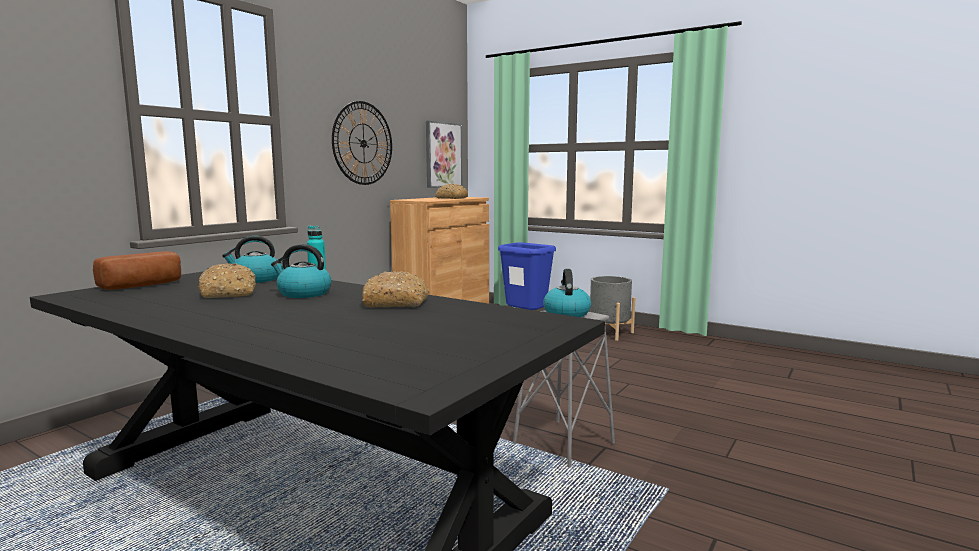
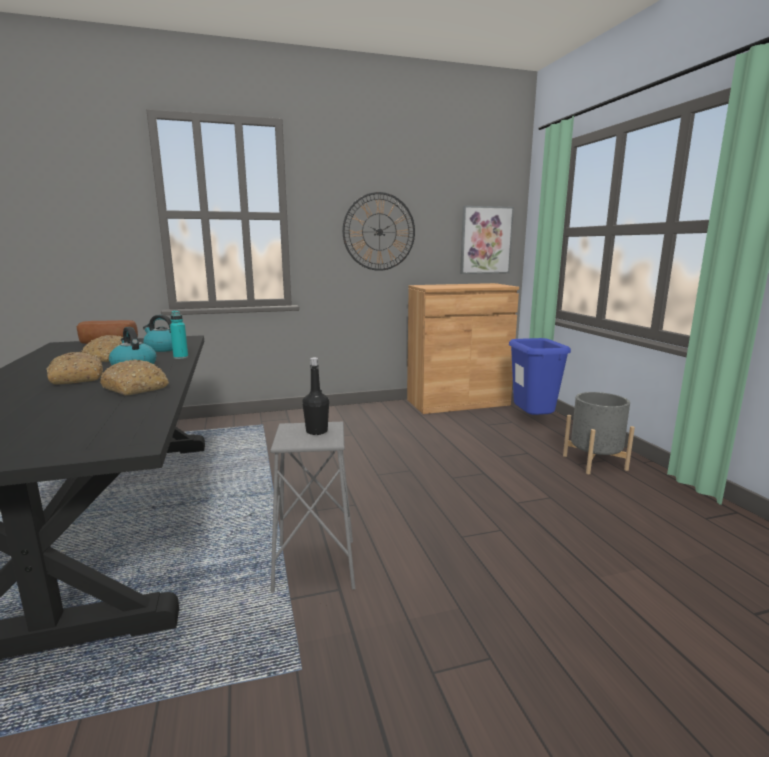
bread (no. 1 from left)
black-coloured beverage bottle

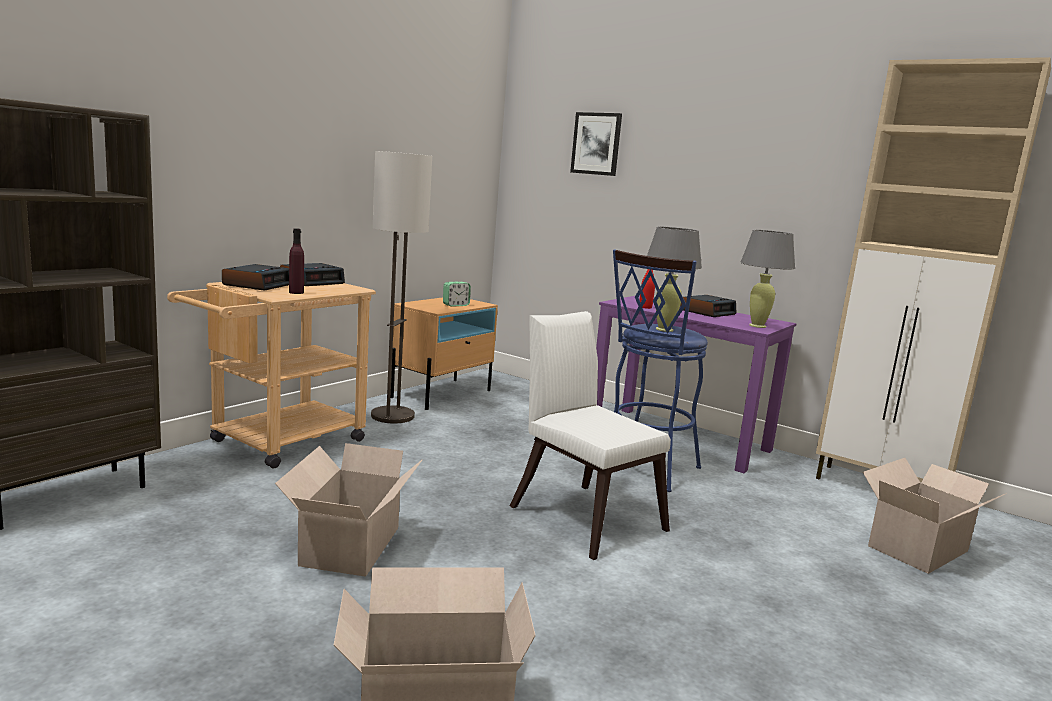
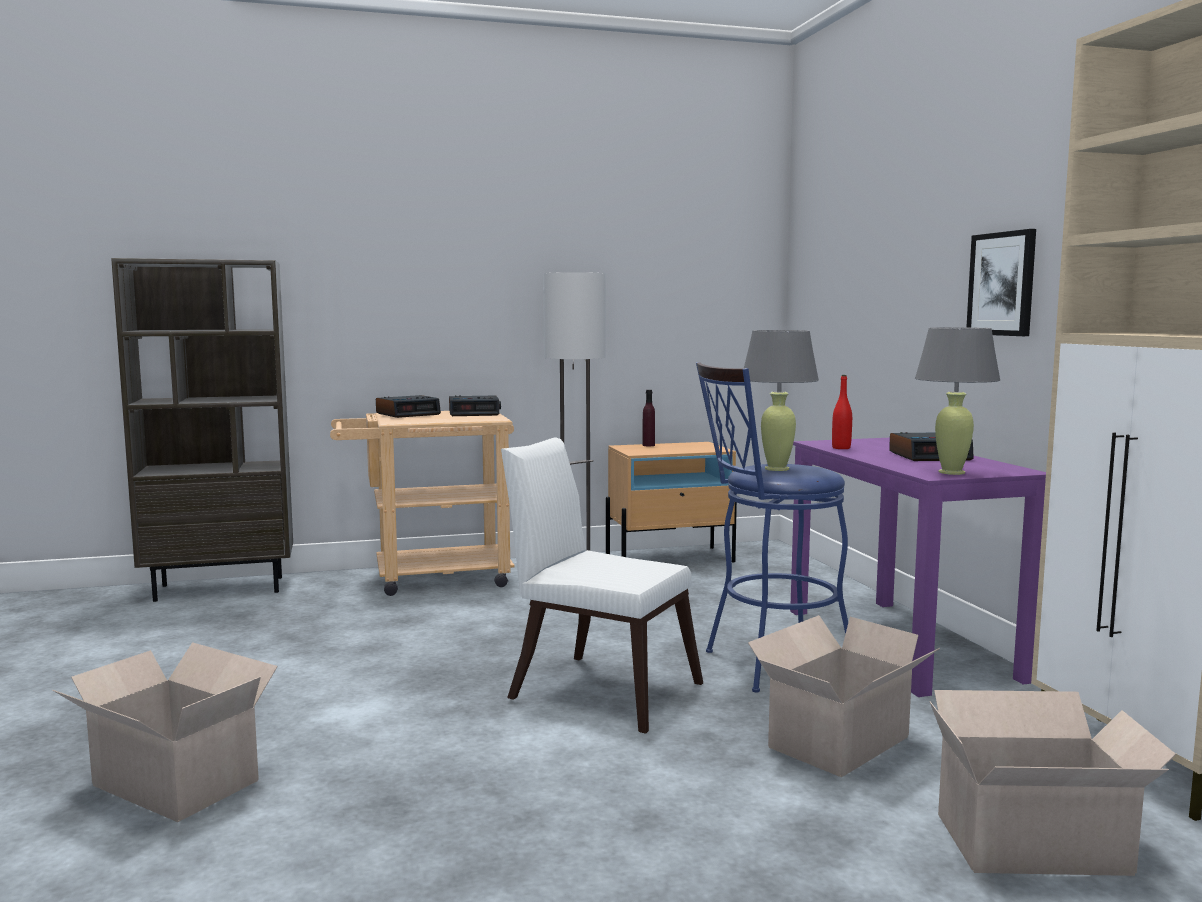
bedside clock (no. 3 from left in the first image)
cardboard box (no. 2 from left)
purple-coloured beverage bottle
wall picture
white plain chair

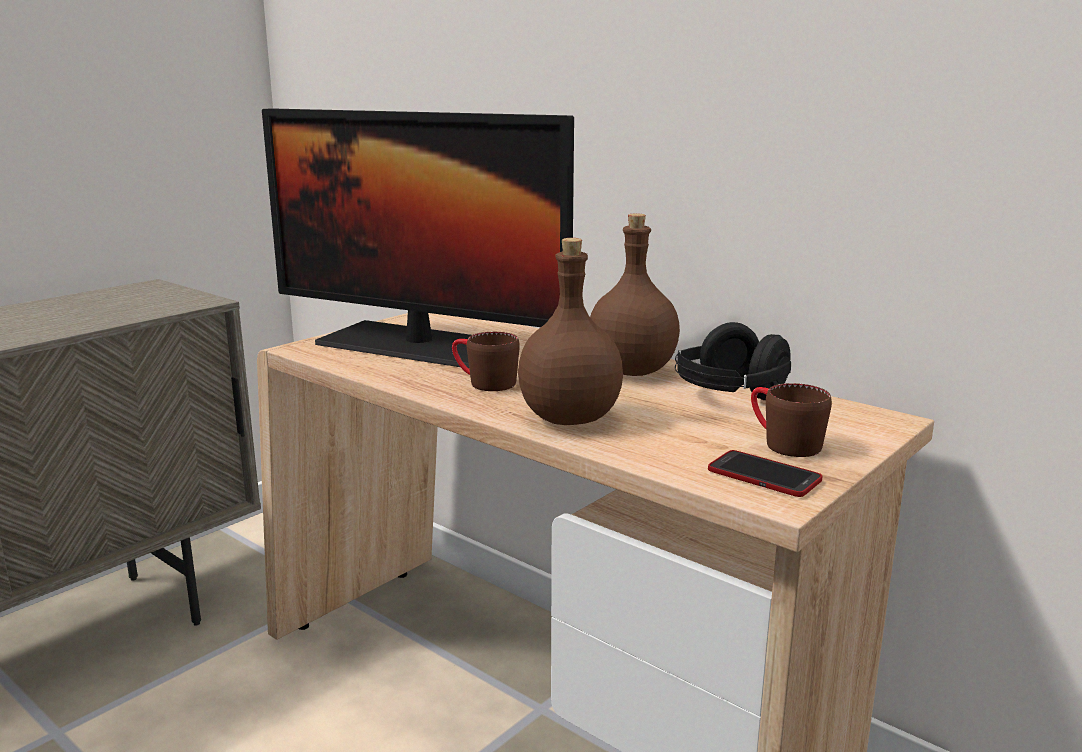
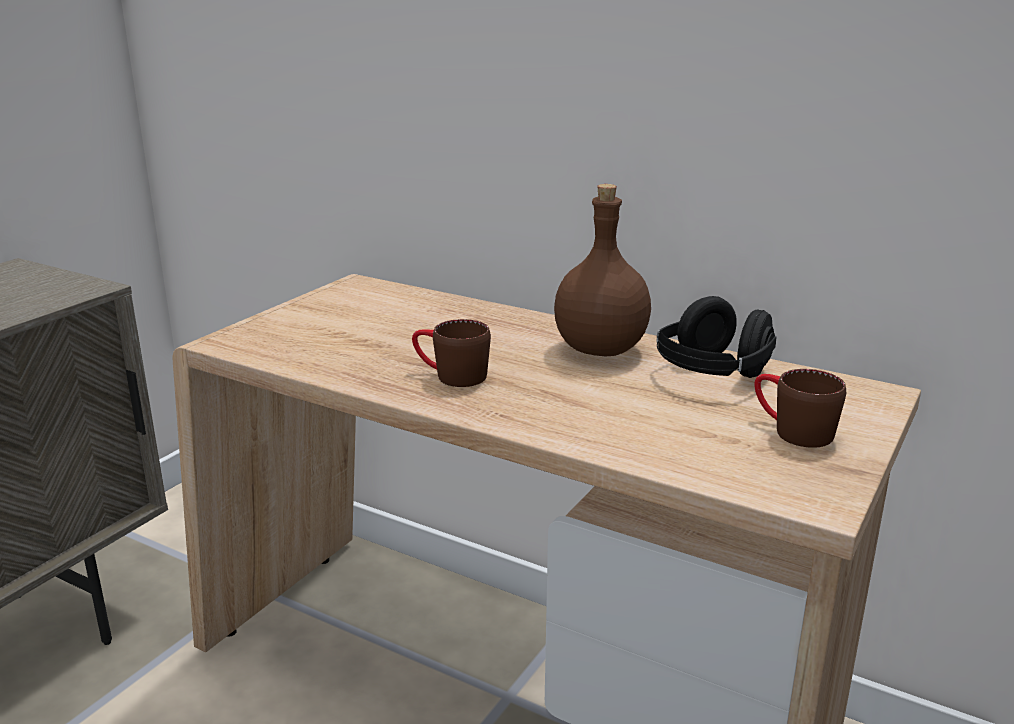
monitor
brown beverage bottle (no. 1 from left in the first image)
handset

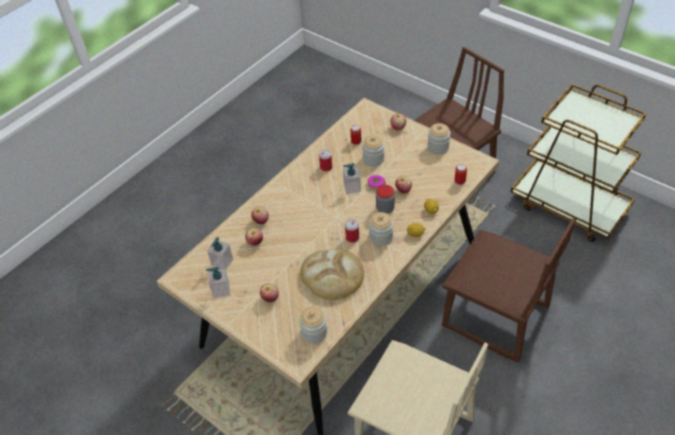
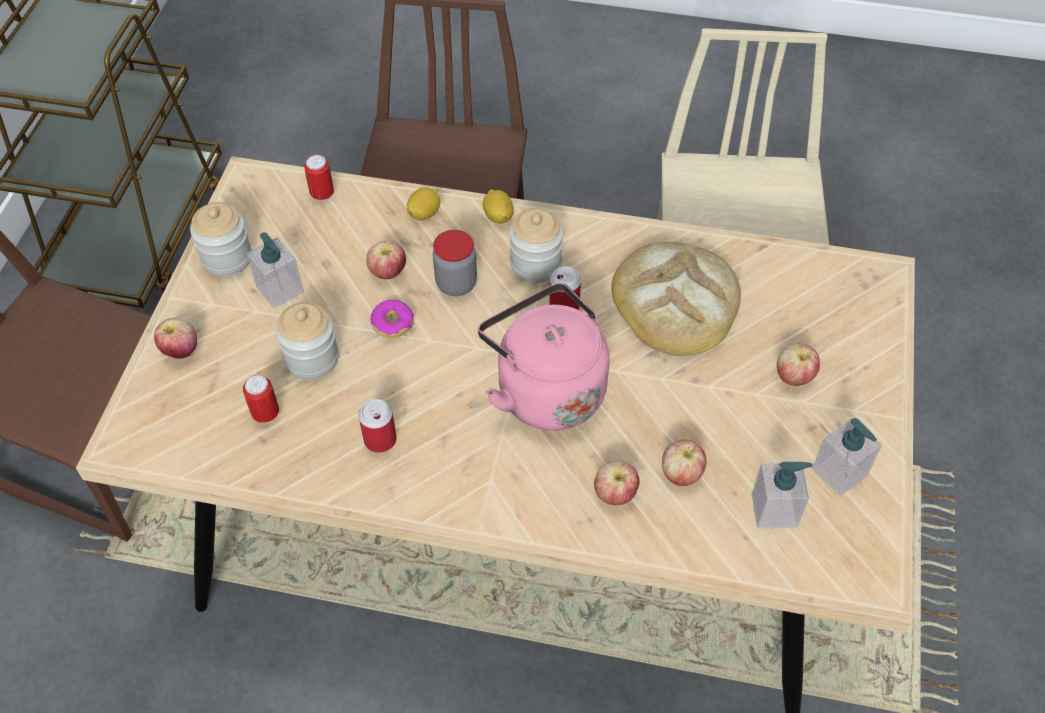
preserve jar (no. 1 from left in the first image)
pink-coloured water kettle
liquid soap bottle (no. 1 from left)

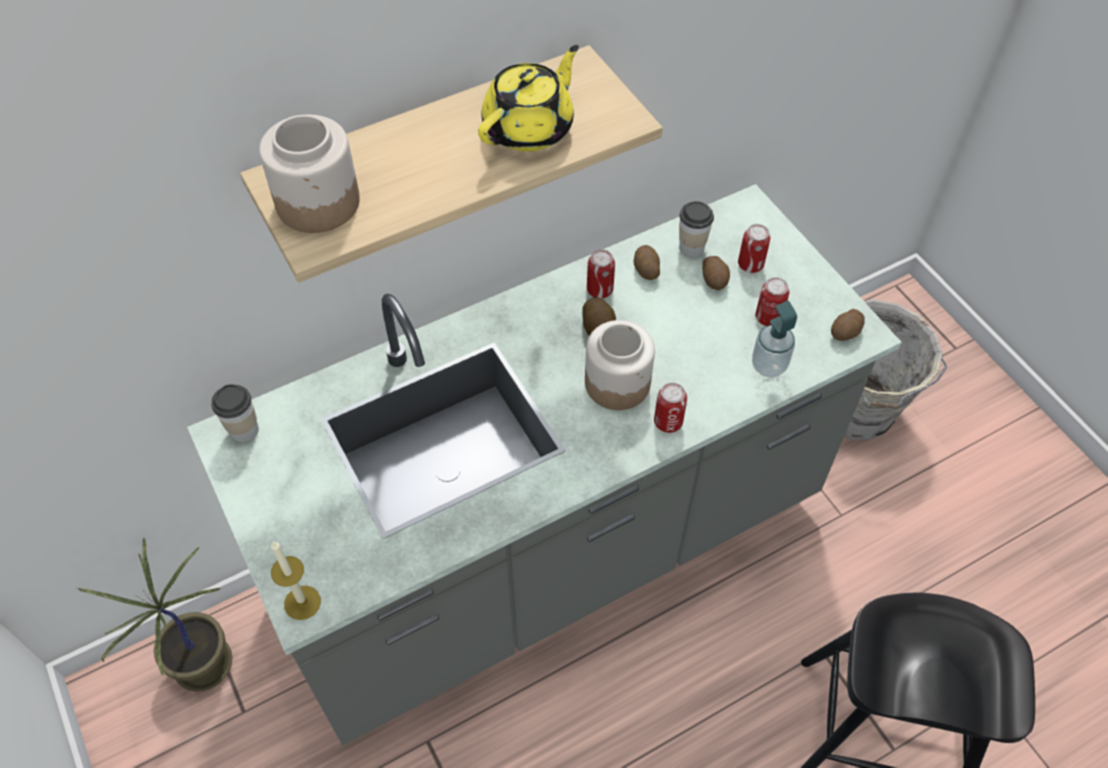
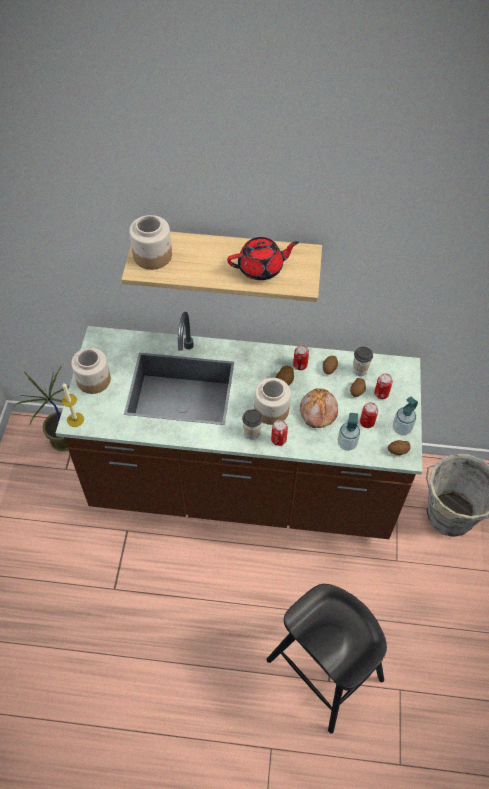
preserve jar (no. 1 from left)
bread
liquid soap bottle (no. 2 from left)
drinking cup (no. 1 from left)
brown kitchen base unit
red-coloured pot for tea

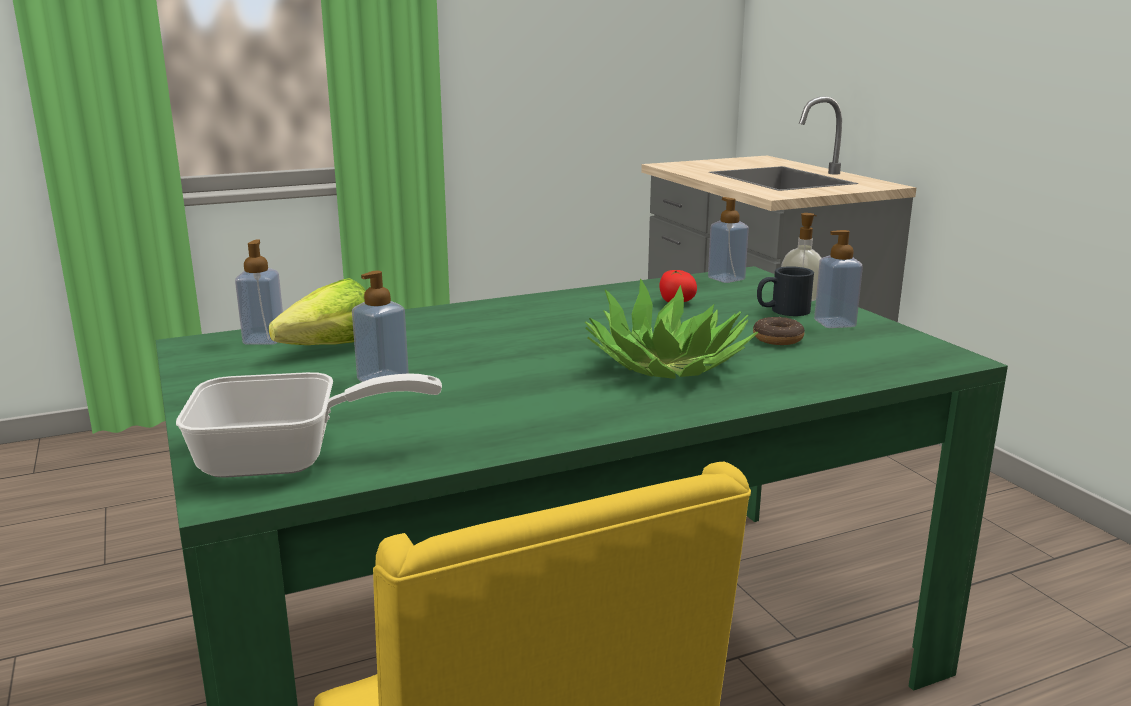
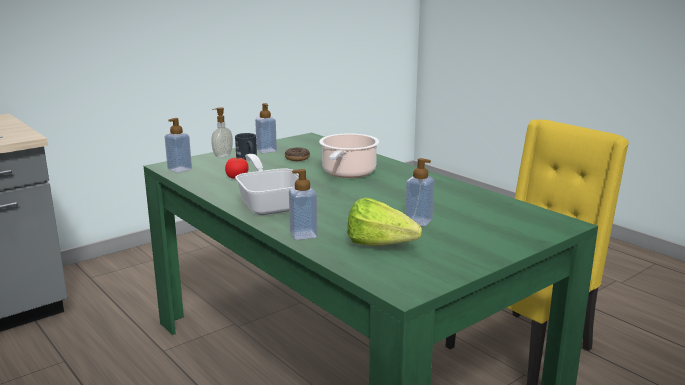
frying pan
liquid soap bottle (no. 4 from left)
cooking pot

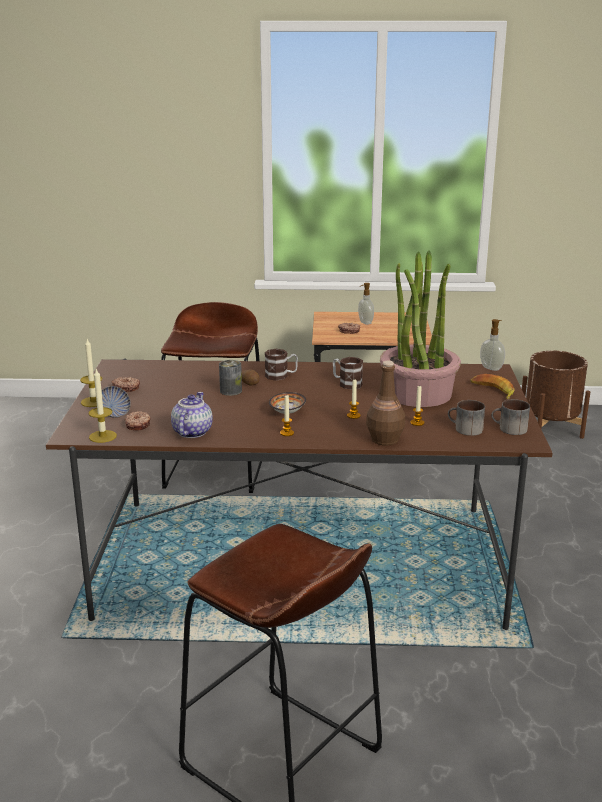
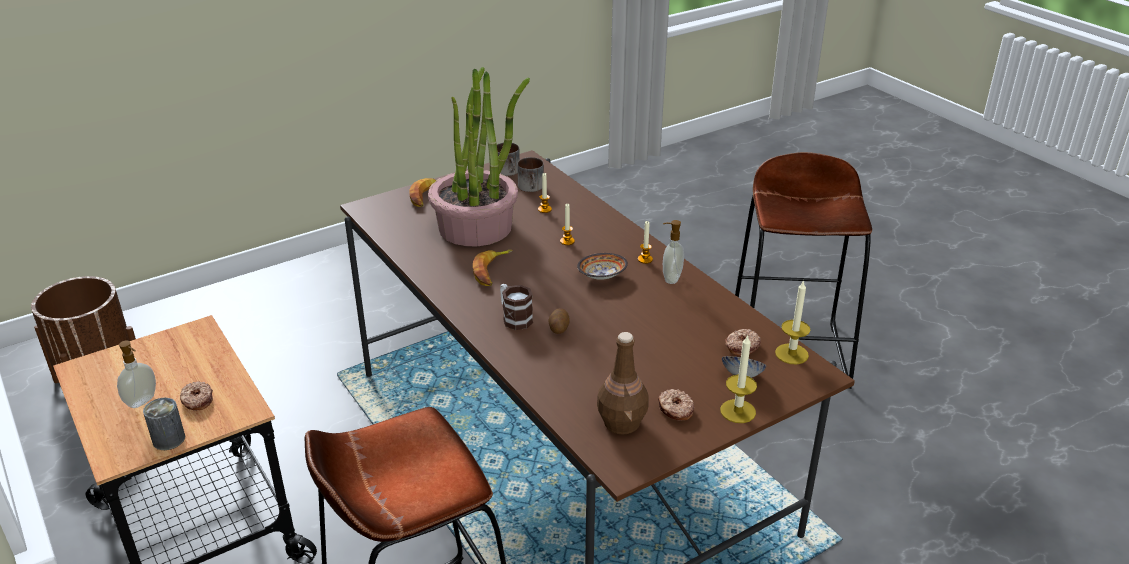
pot for tea
metal can
brown beverage bottle
liquid soap bottle (no. 2 from left)
whole banana (no. 2 from left)

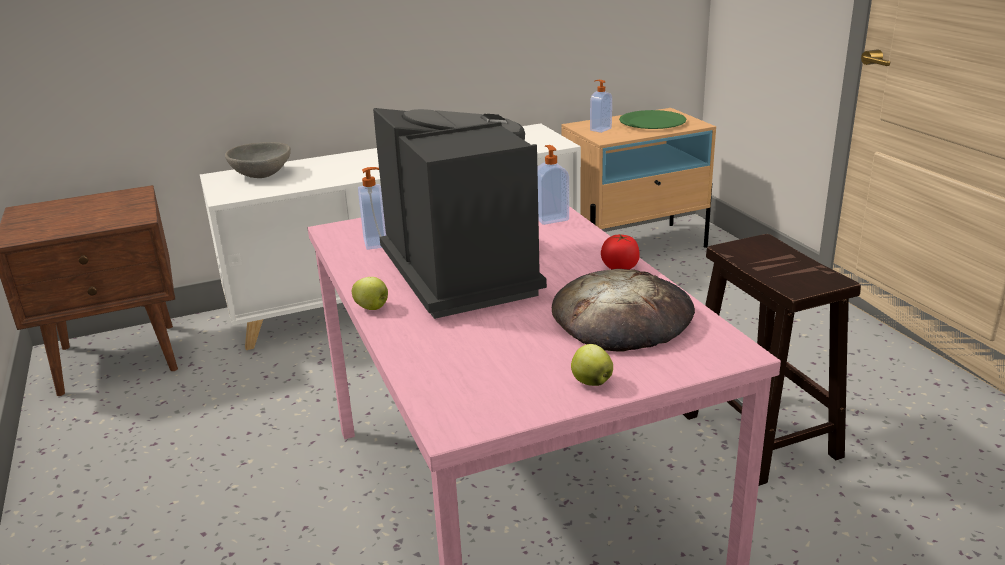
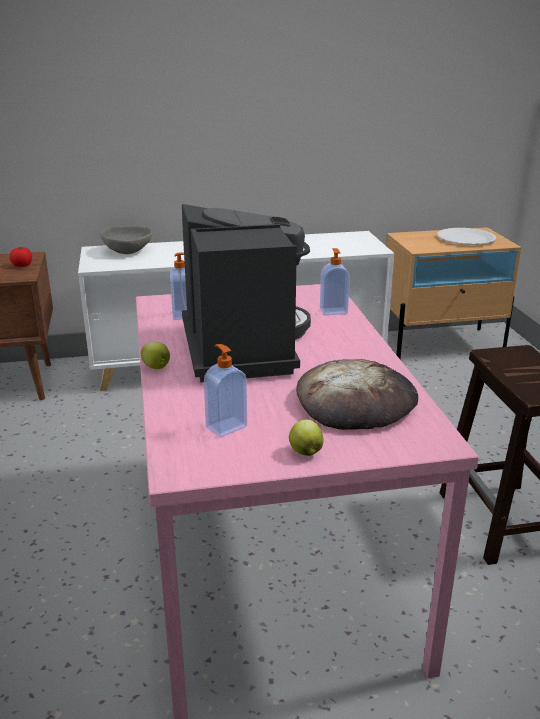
liquid soap bottle (no. 2 from left)
tomato
white plate

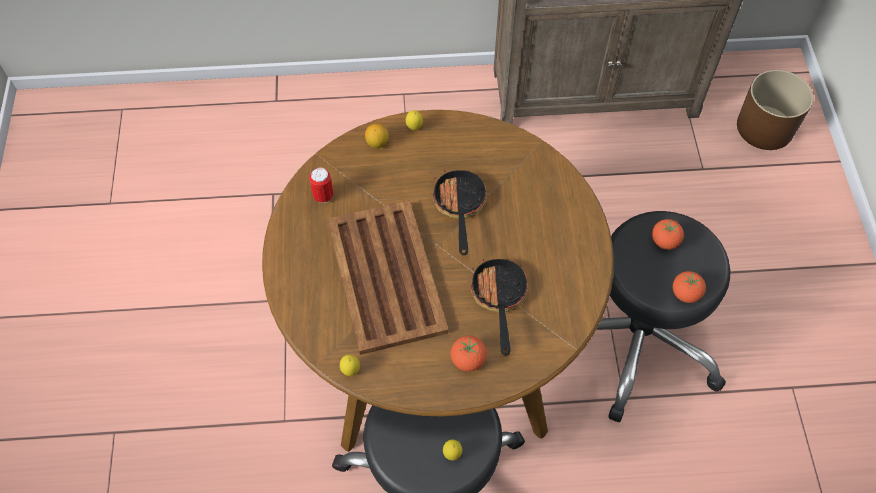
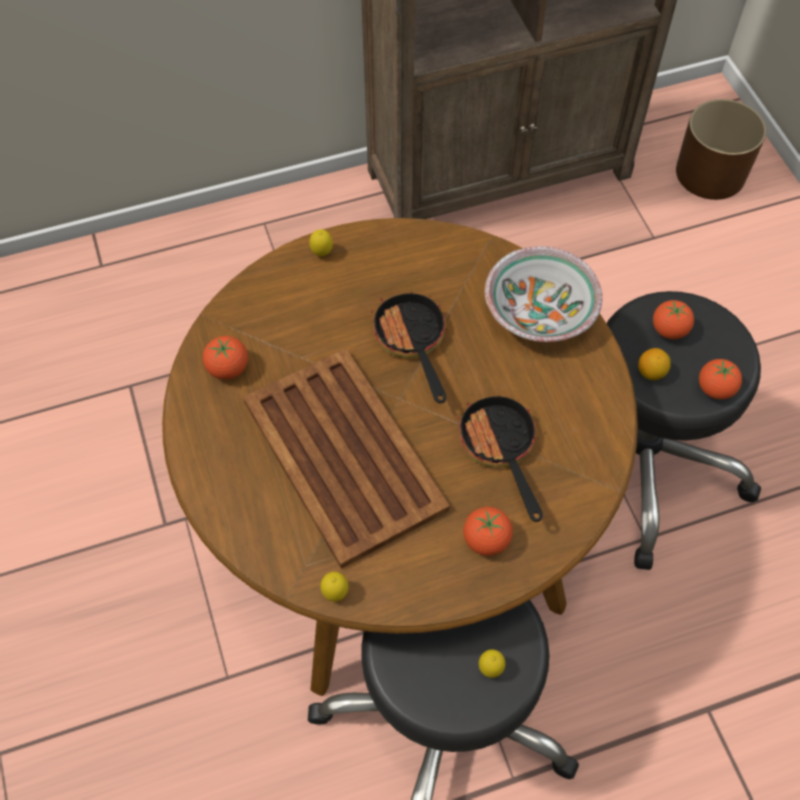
deep dish
lemon (no. 4 from left)
tomato (no. 1 from left)

